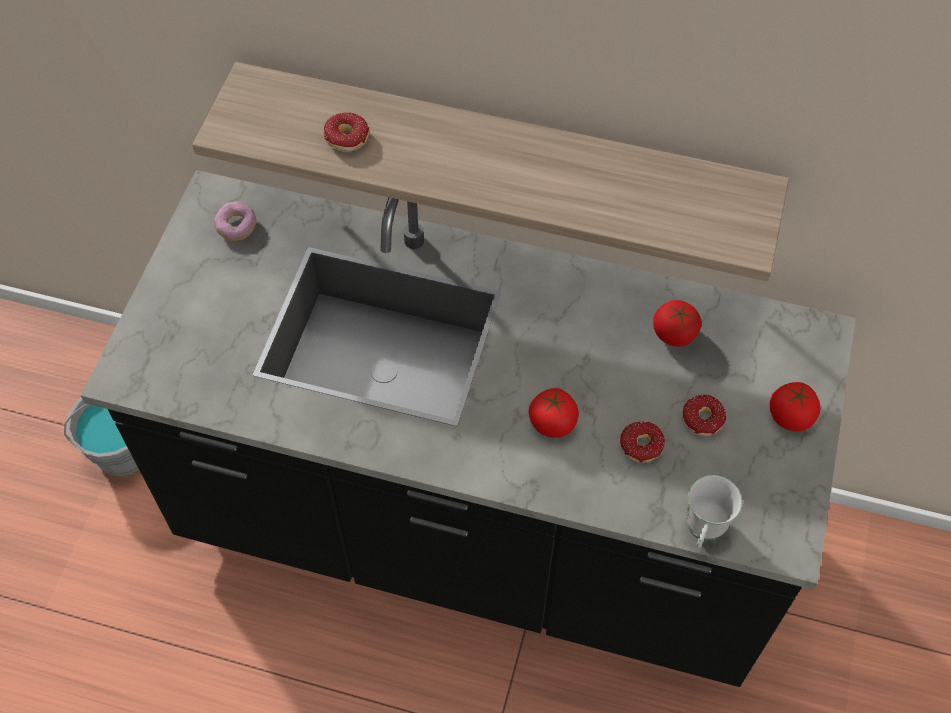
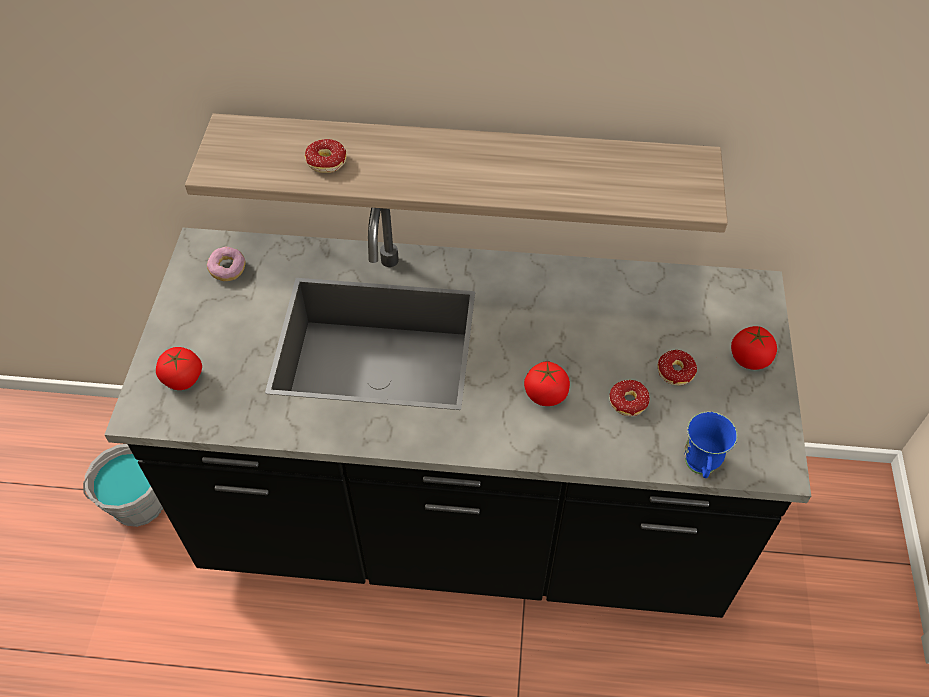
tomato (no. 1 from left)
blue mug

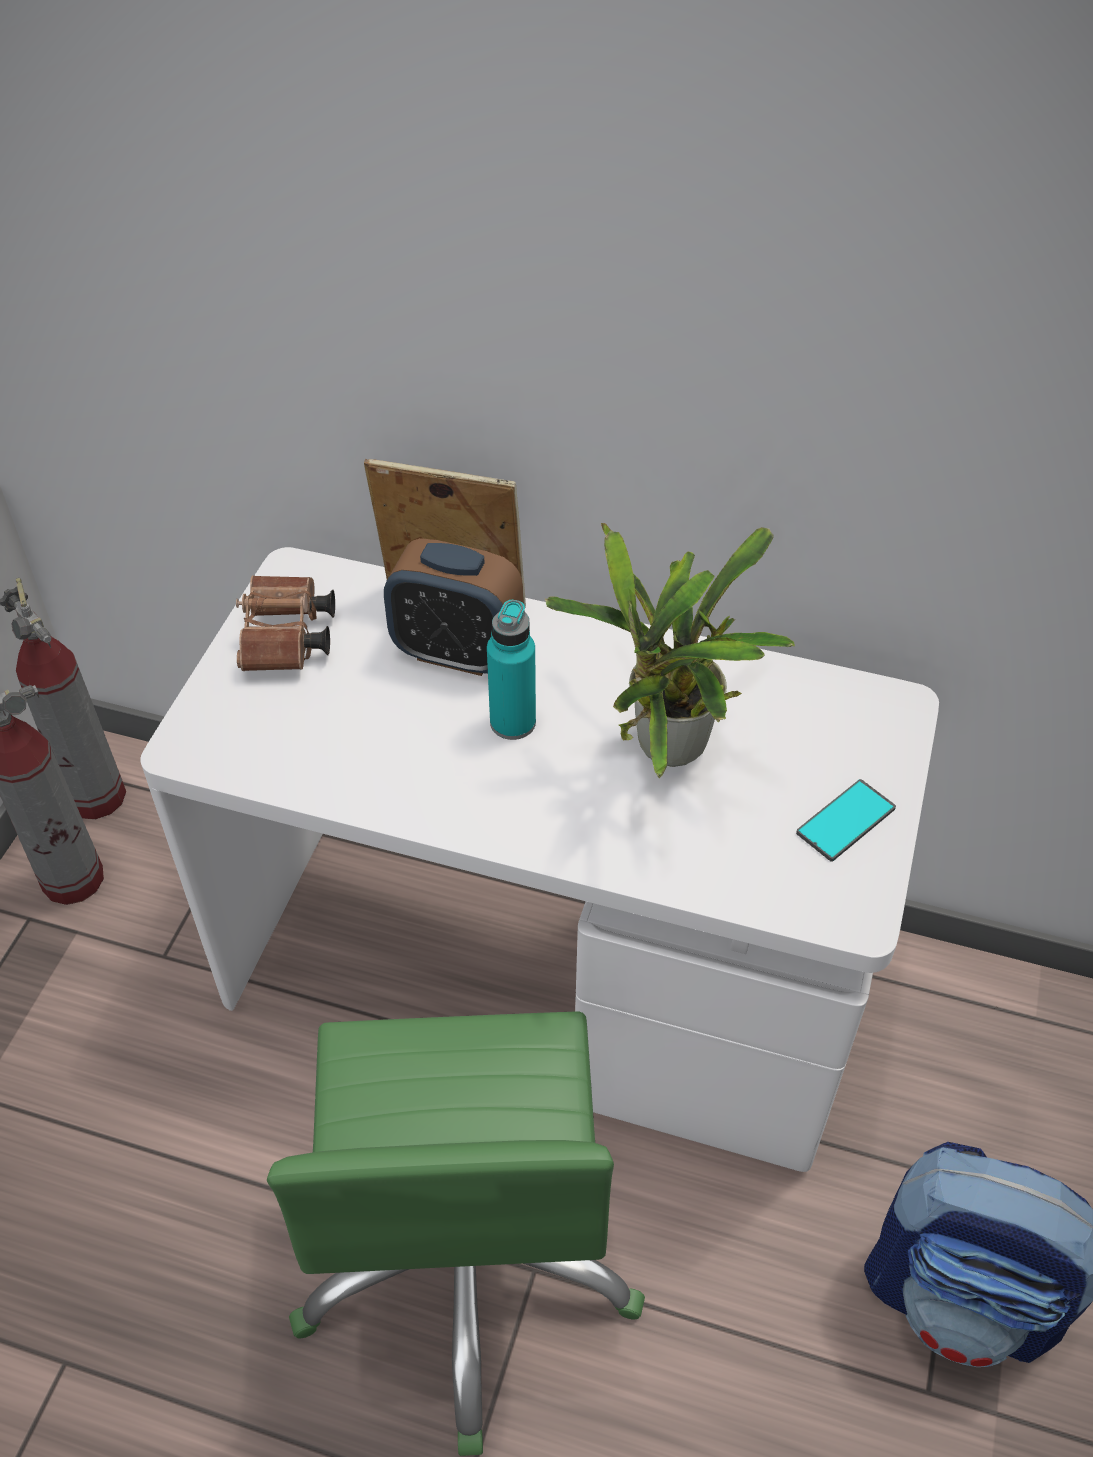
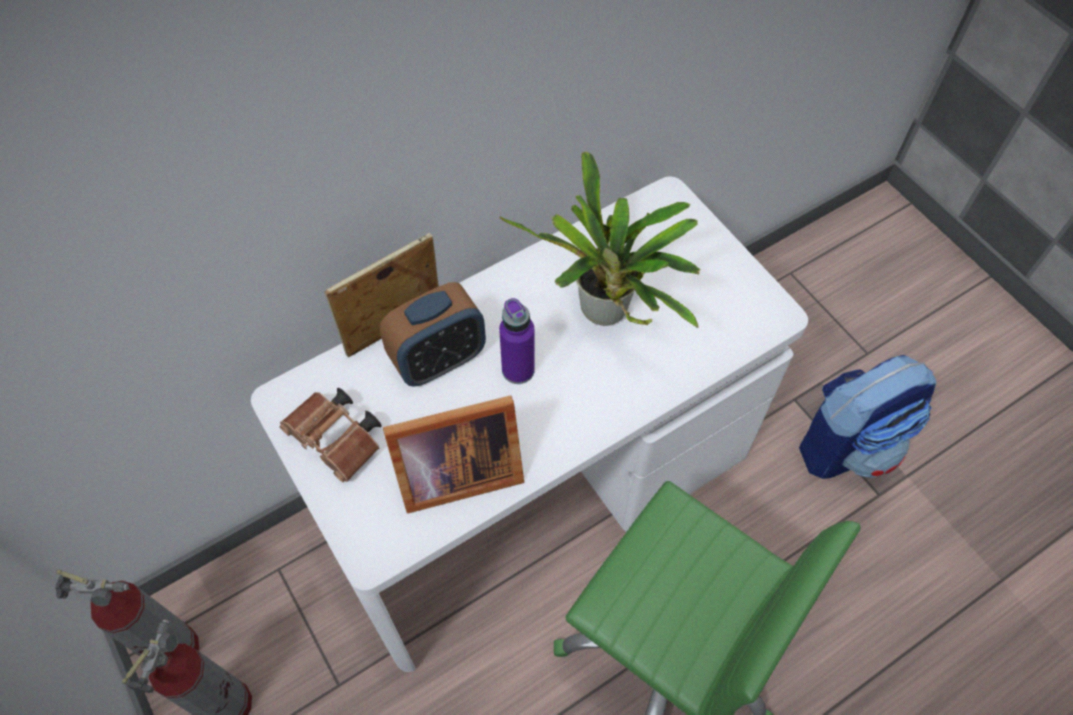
handset
standing frame (no. 2 from left)
purple-coloured beverage bottle

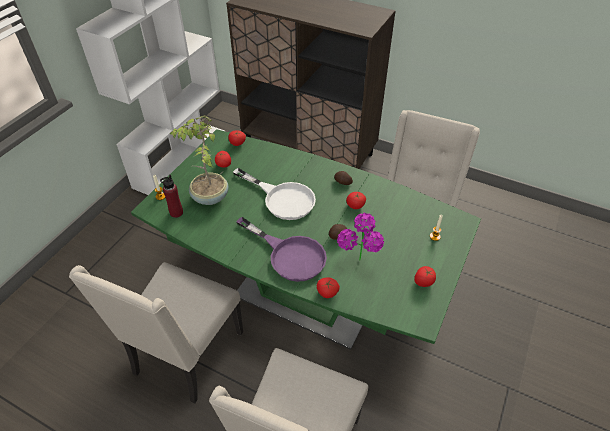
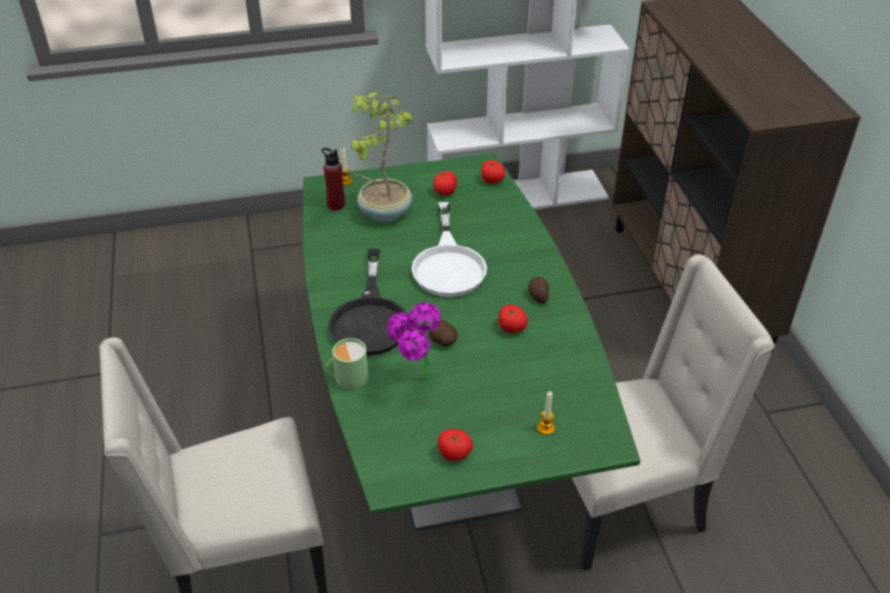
beige-coloured plain chair (no. 1 from left in the first image)
green mug
black-coloured frying pan

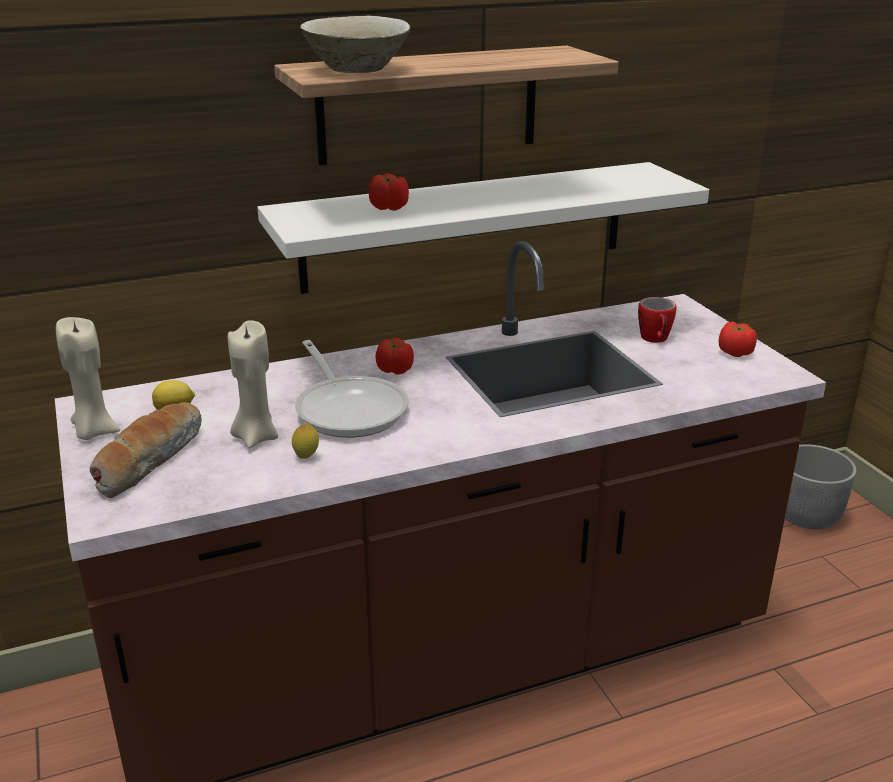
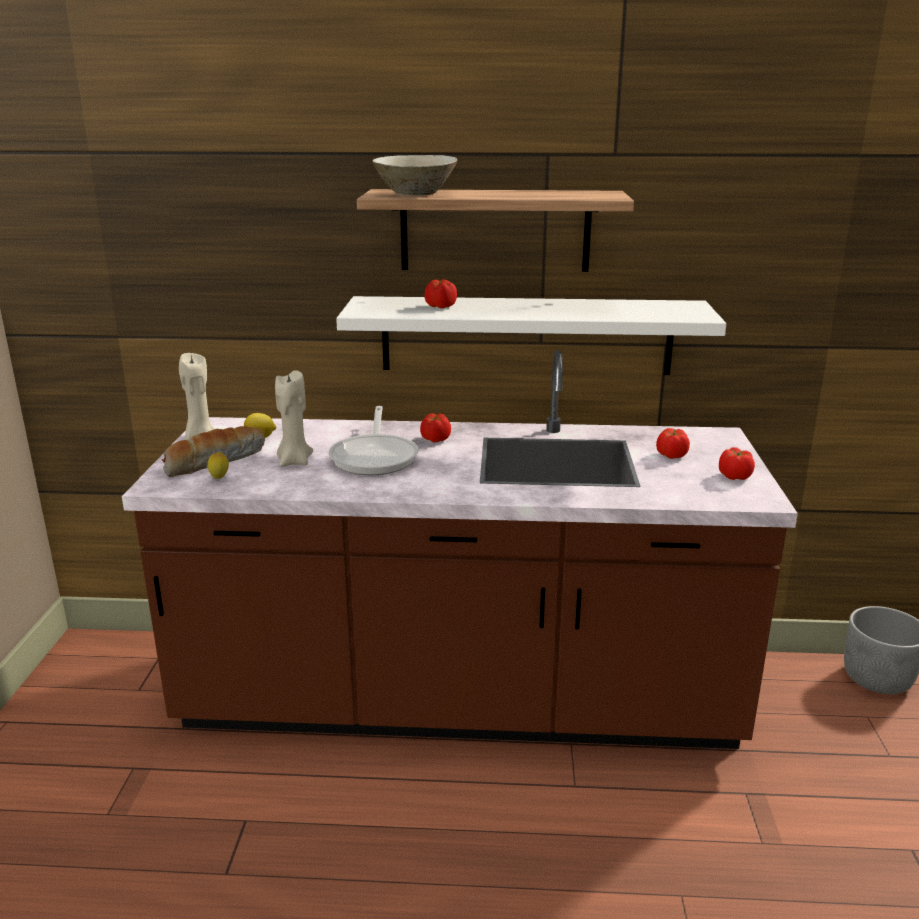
lemon (no. 1 from left)
tomato (no. 3 from left)

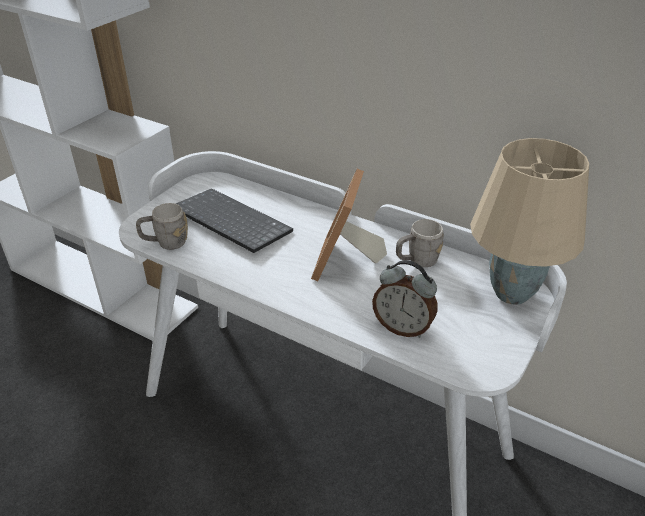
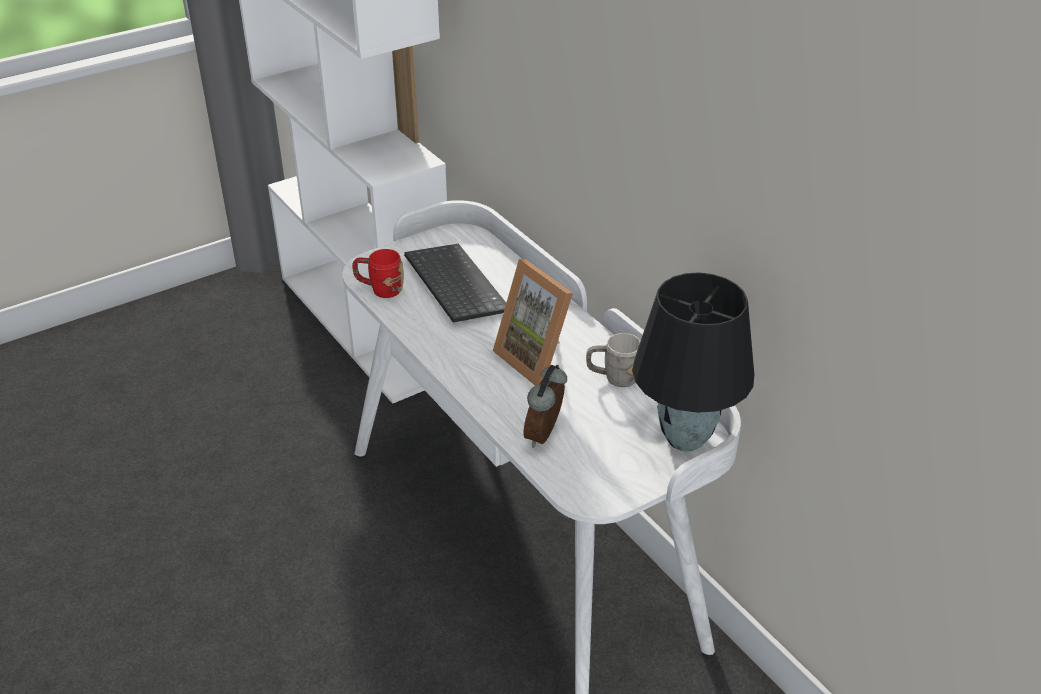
red-coloured mug
black-coloured lamp for a table
standing frame
bedside clock

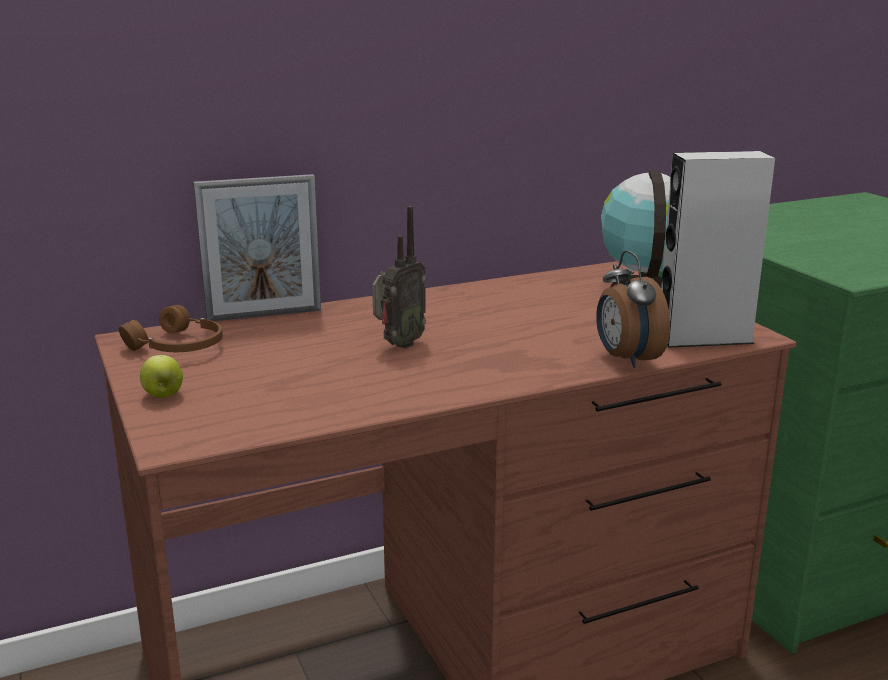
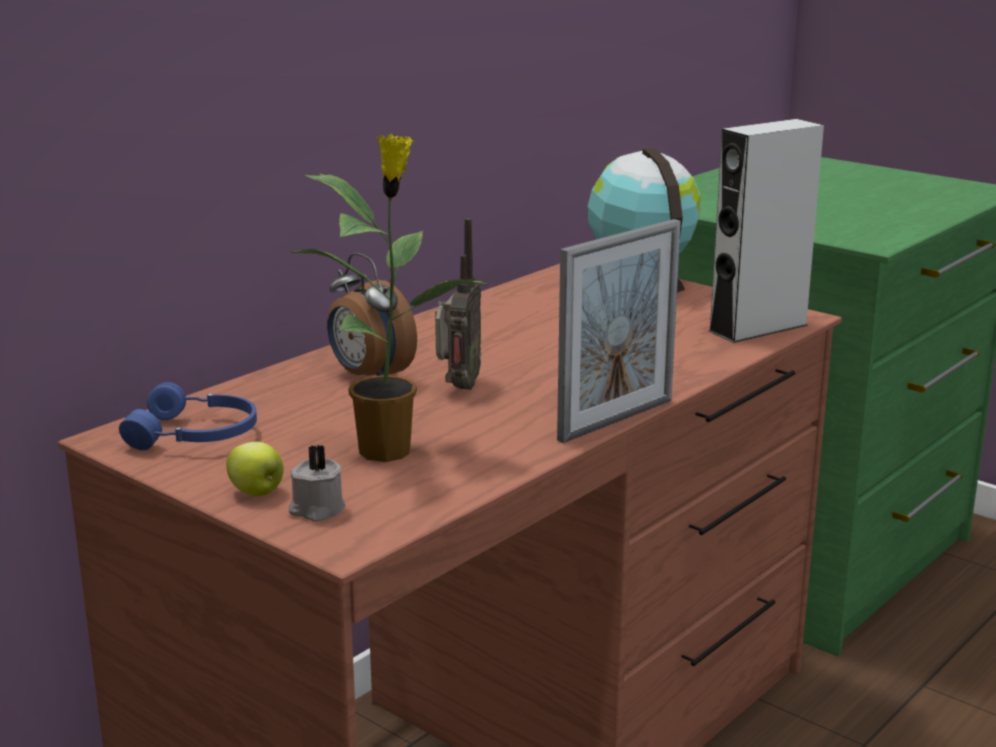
plant in a pot
gray candle
standing frame
bedside clock
blue pair of headphones

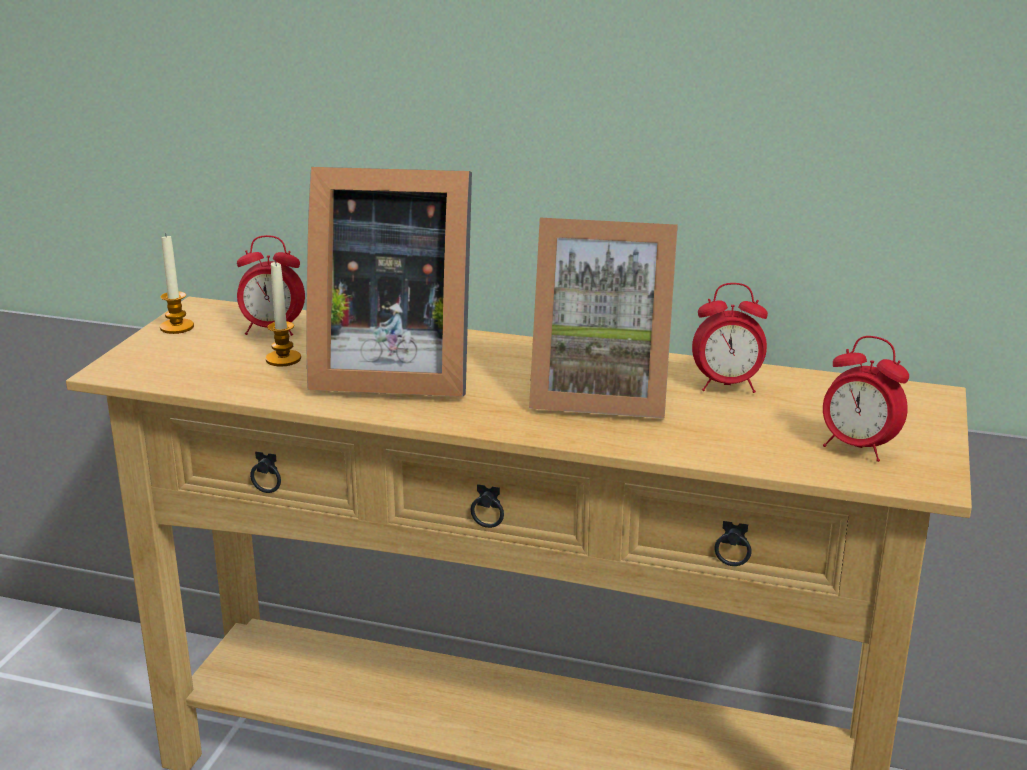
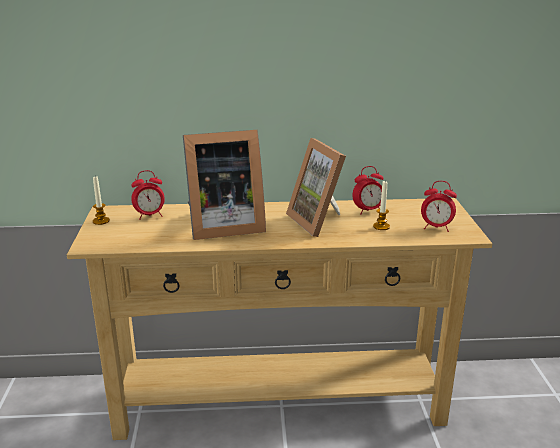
candle (no. 2 from left)
standing frame (no. 2 from left)

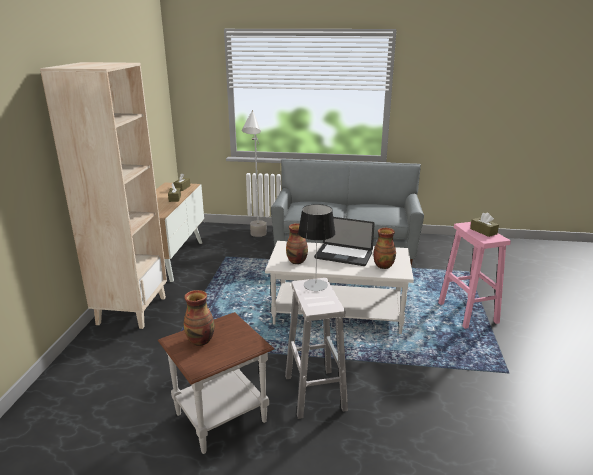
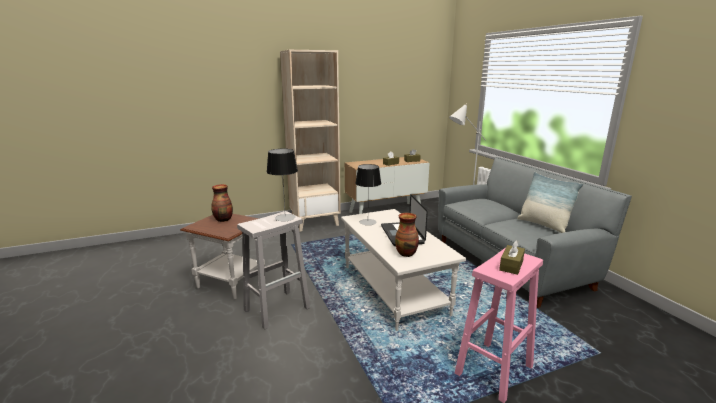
throw pillow
lamp for a table (no. 2 from left)

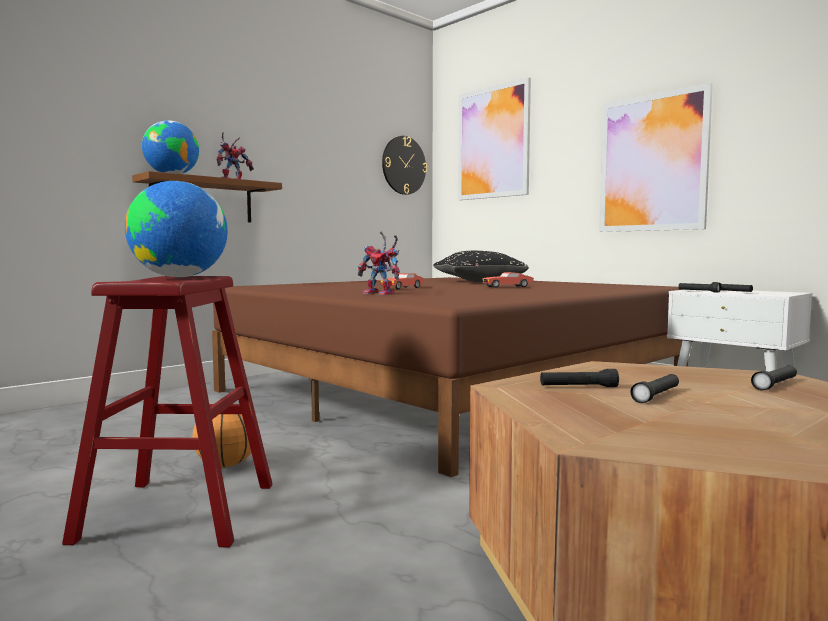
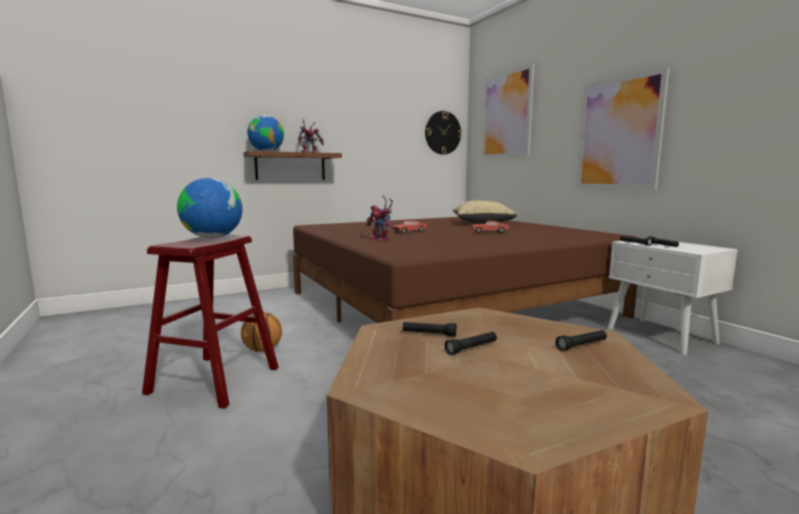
beige-coloured throw pillow

